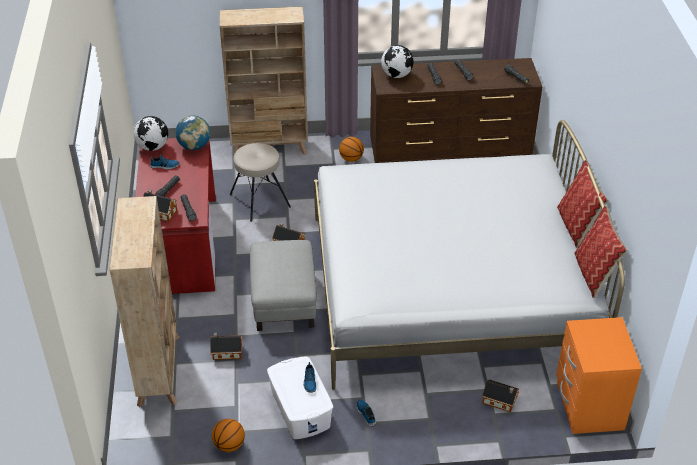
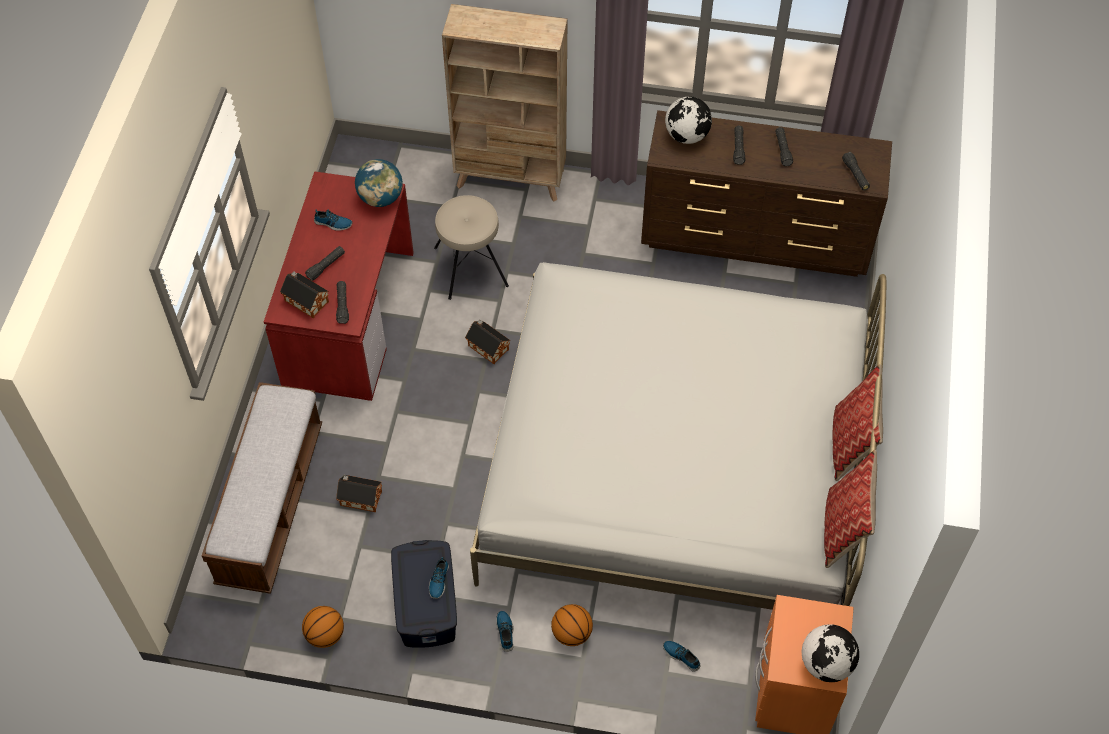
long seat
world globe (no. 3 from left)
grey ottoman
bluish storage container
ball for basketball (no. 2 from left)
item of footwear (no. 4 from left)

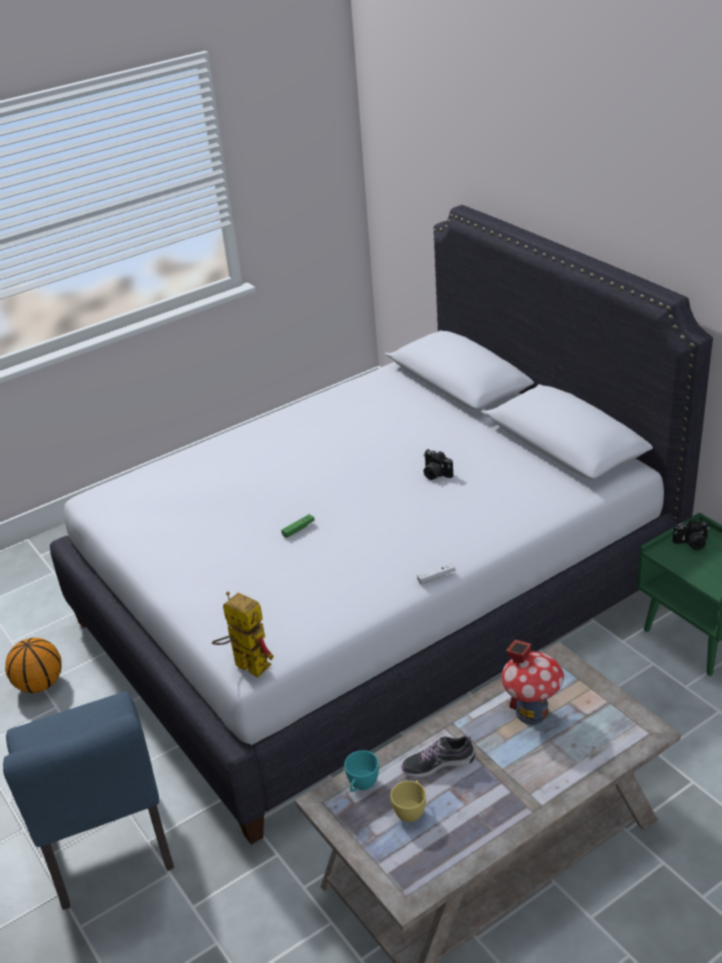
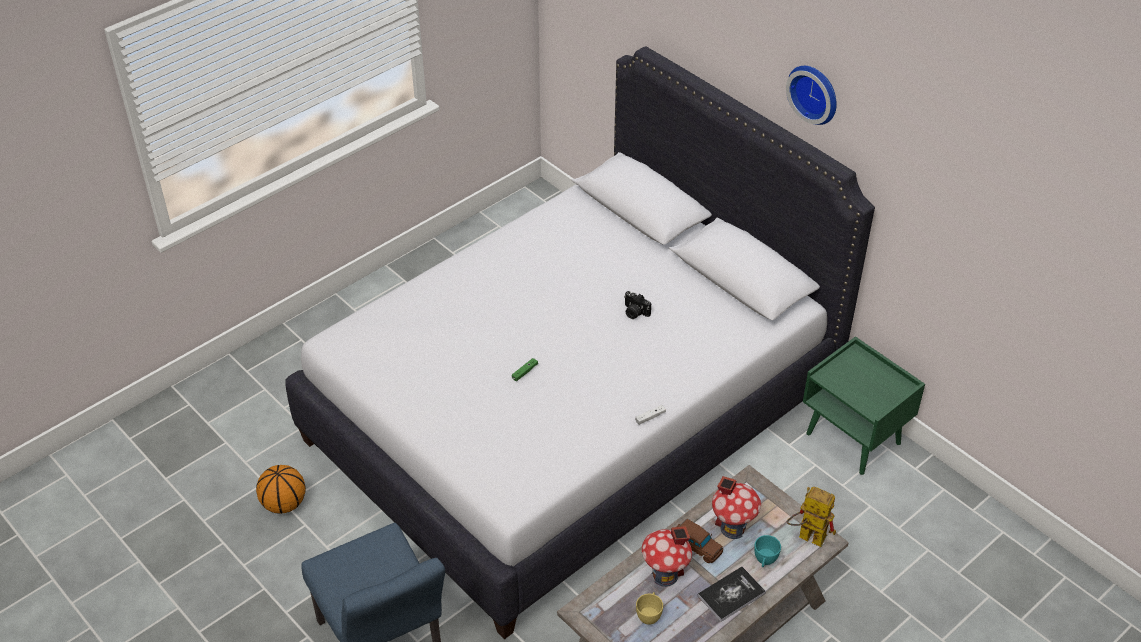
robot figure
blue-green drinking cup
miniature house (no. 1 from left)
photo camera (no. 2 from left in the first image)
brown-coloured toy car
volume
wall clock

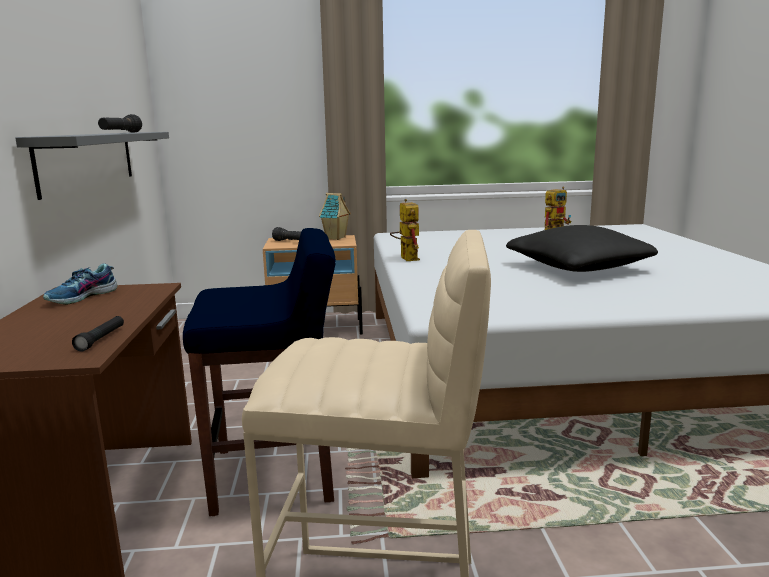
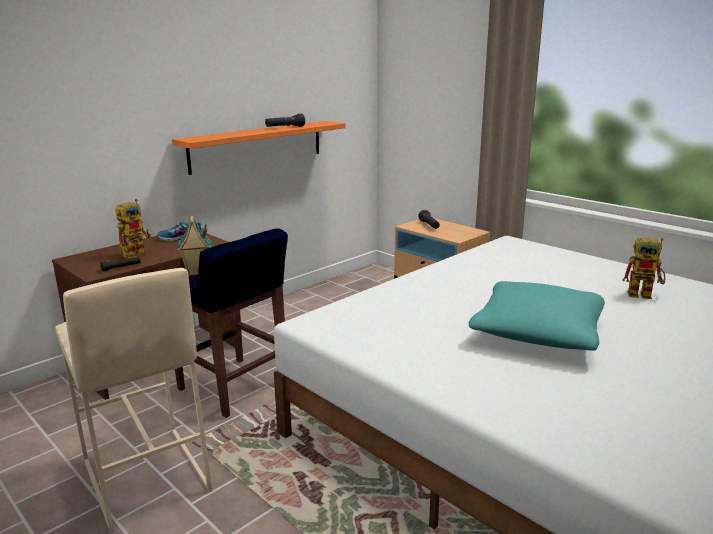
orange-coloured shelf
miniature house
robot figure (no. 1 from left)
blue-green cushion

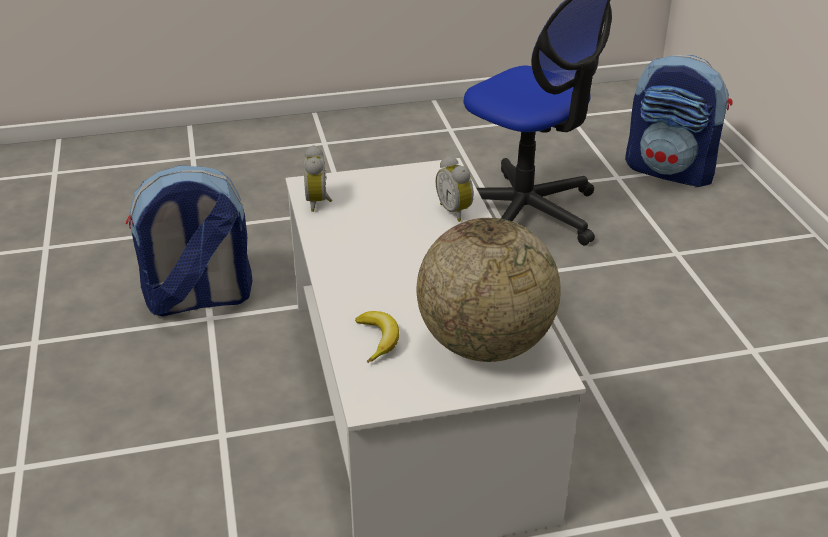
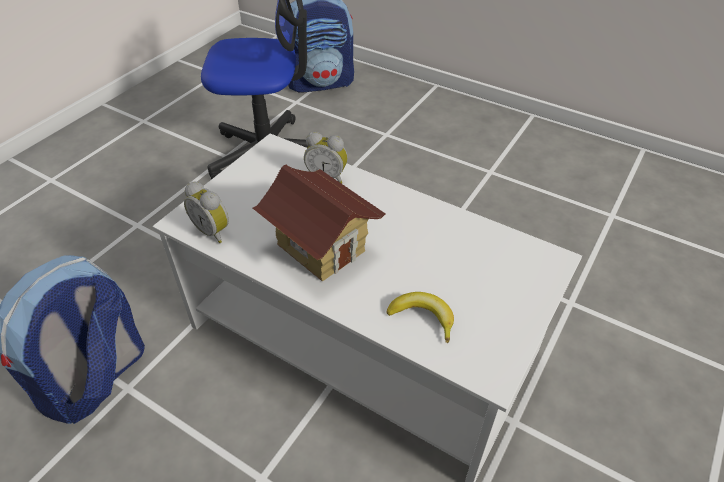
world globe
miniature house

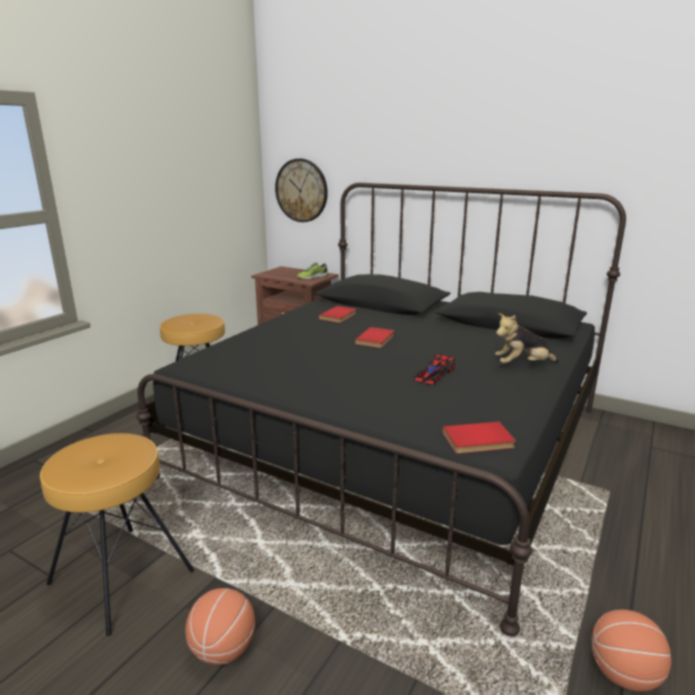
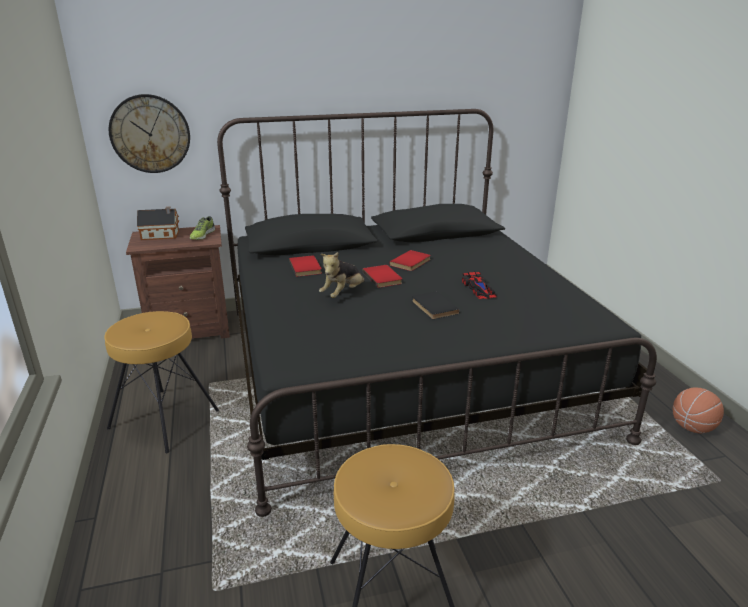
ball for basketball (no. 1 from left in the first image)
red-coloured volume (no. 3 from left)
cuddly toy
miniature house
black-coloured volume

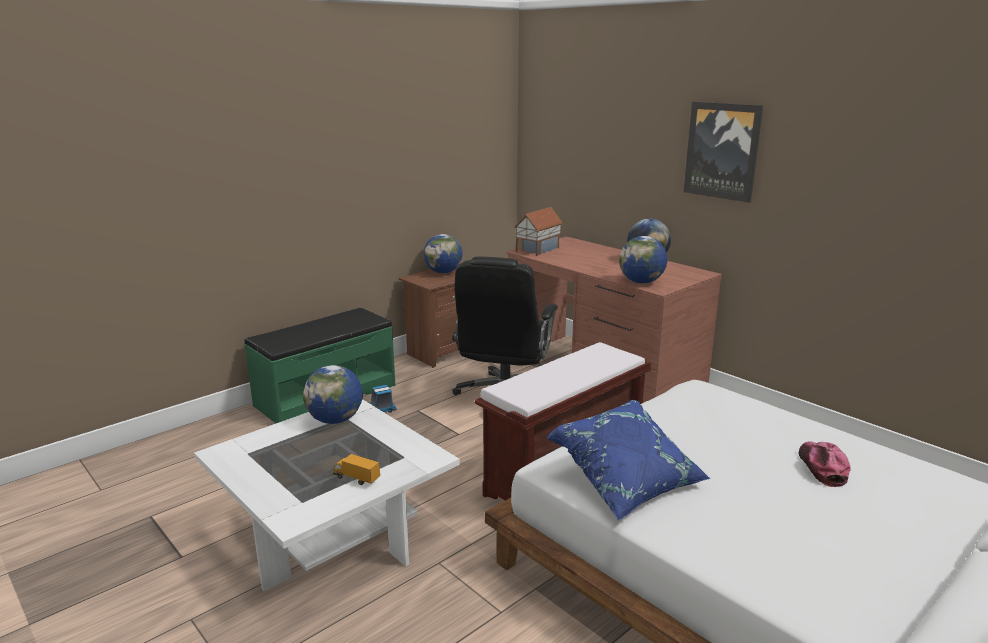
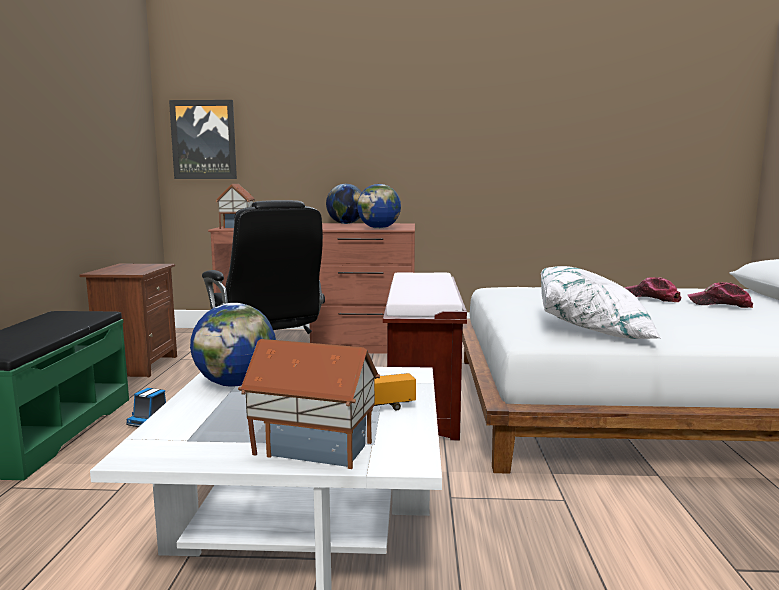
world globe (no. 2 from left in the first image)
white cushion
picture
miniature house (no. 2 from left)
peaked cap (no. 2 from left)

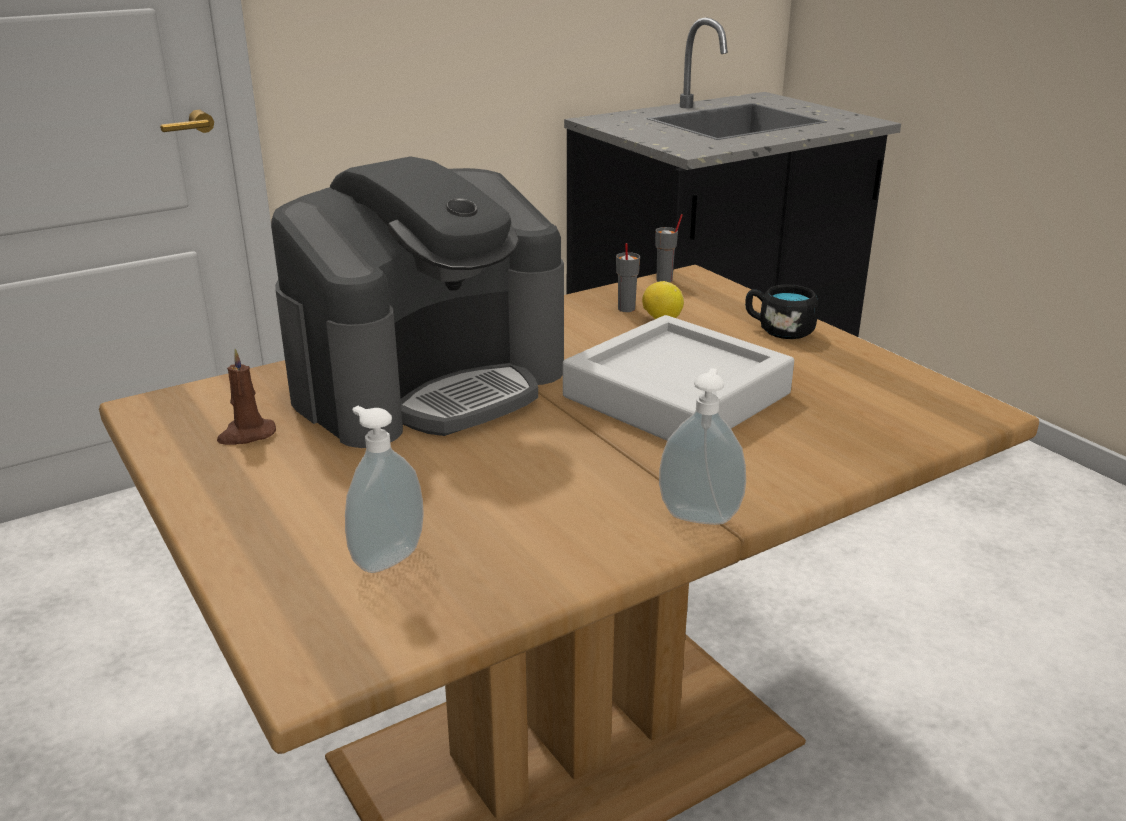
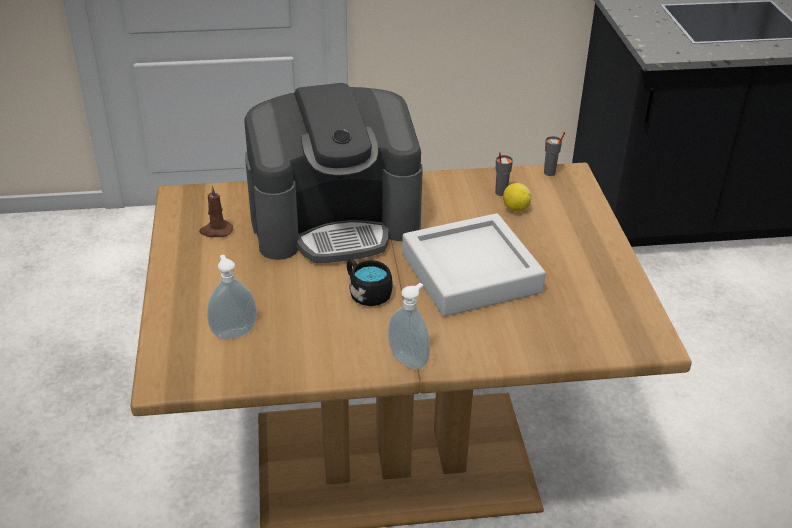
black-coloured coffee mug

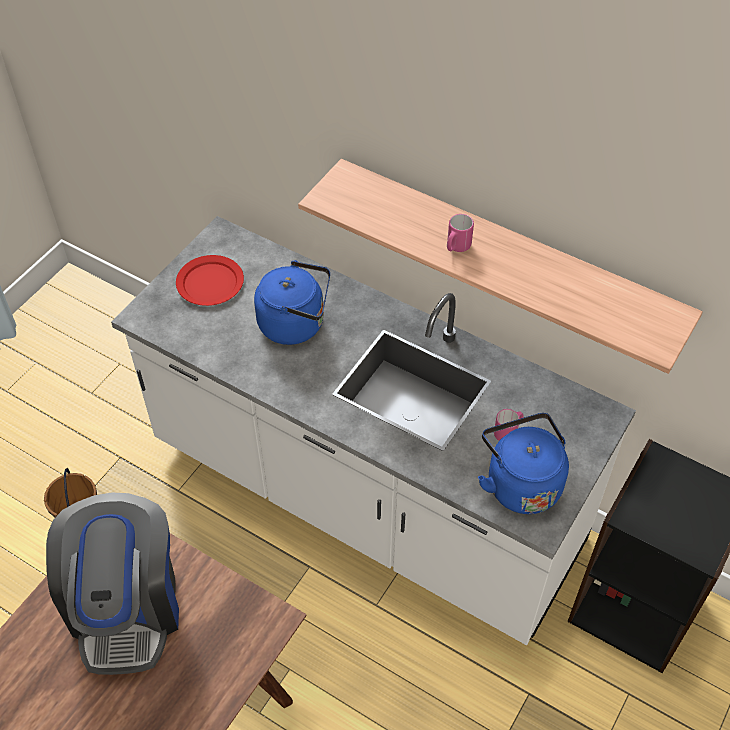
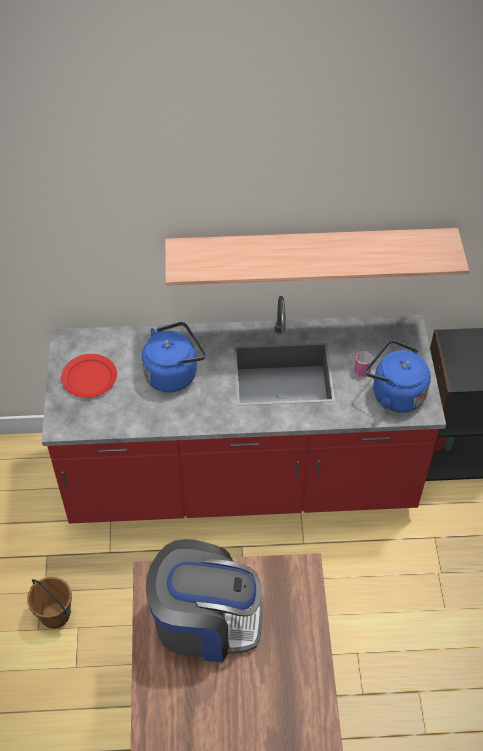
coffee machine
red-coloured kitchen counter
pink coffee mug (no. 1 from left in the first image)

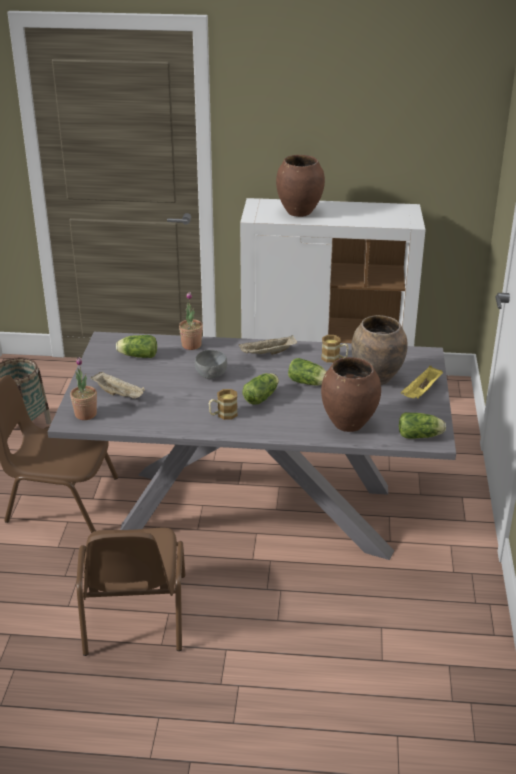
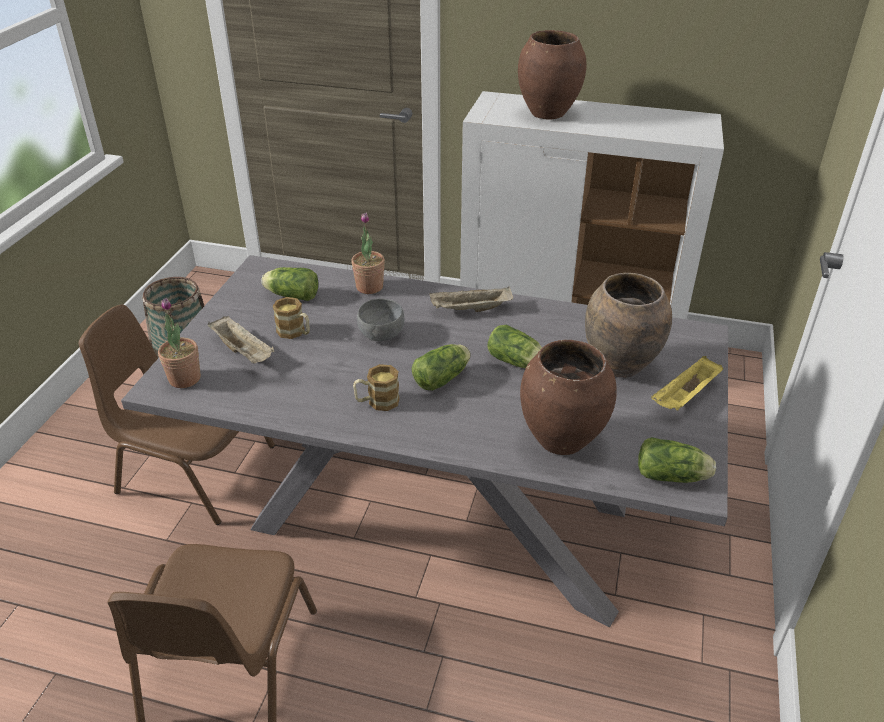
coffee mug (no. 1 from left)

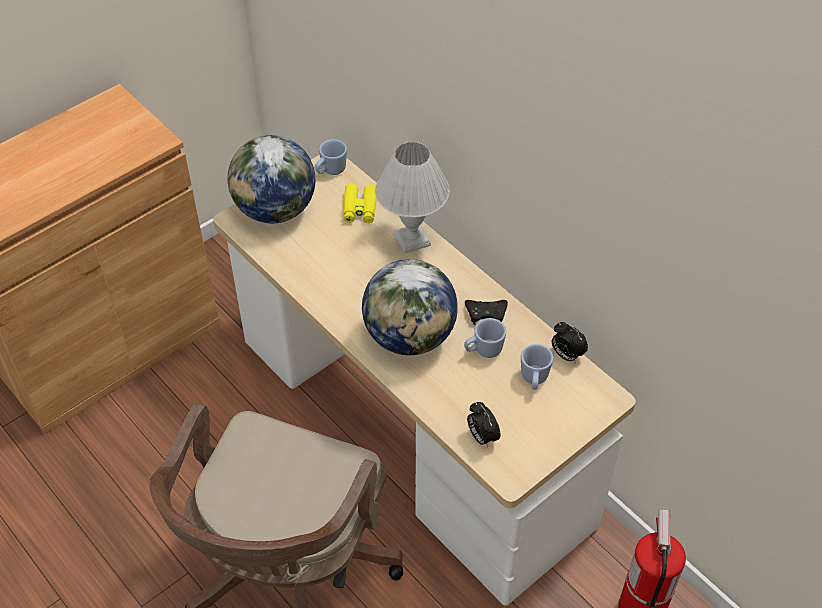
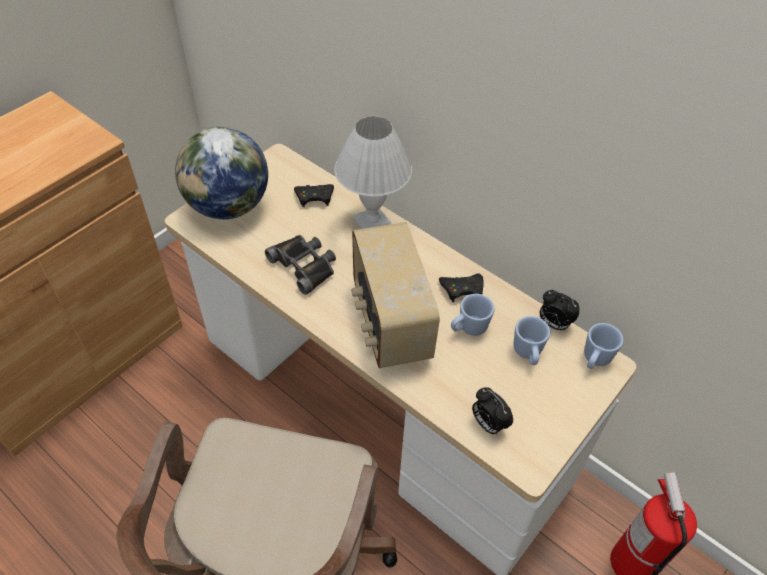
bluish coffee mug (no. 3 from left)
black-coloured gamepad (no. 1 from left)
radio receiver
black-coloured pair of binoculars

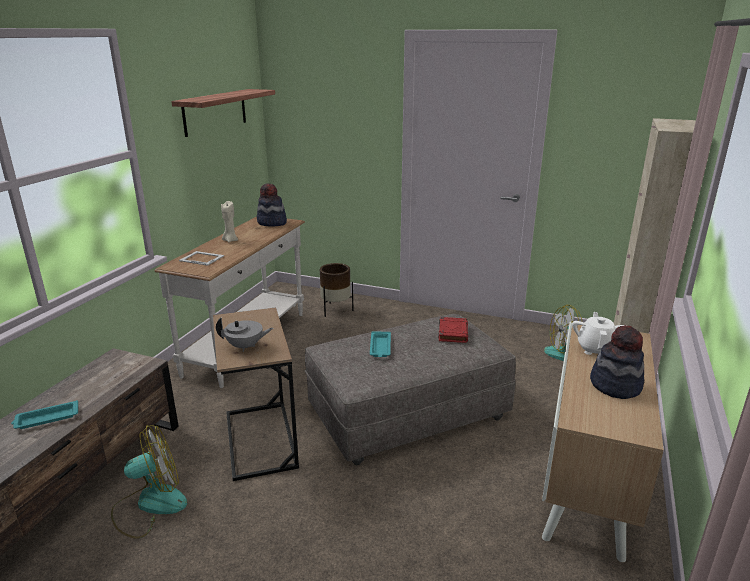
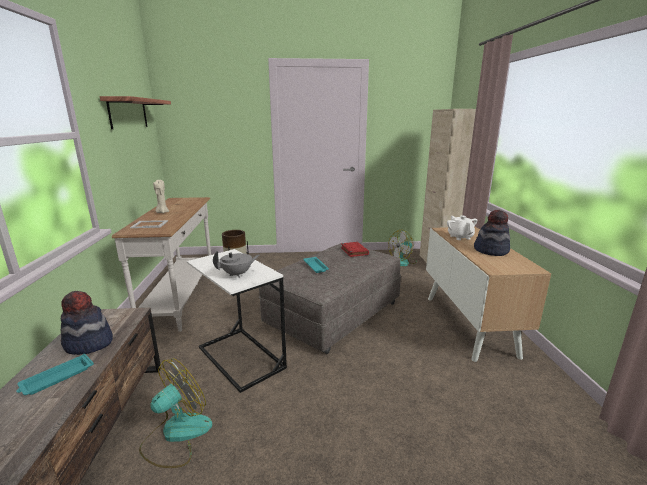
white end table
clothing hat (no. 1 from left)

